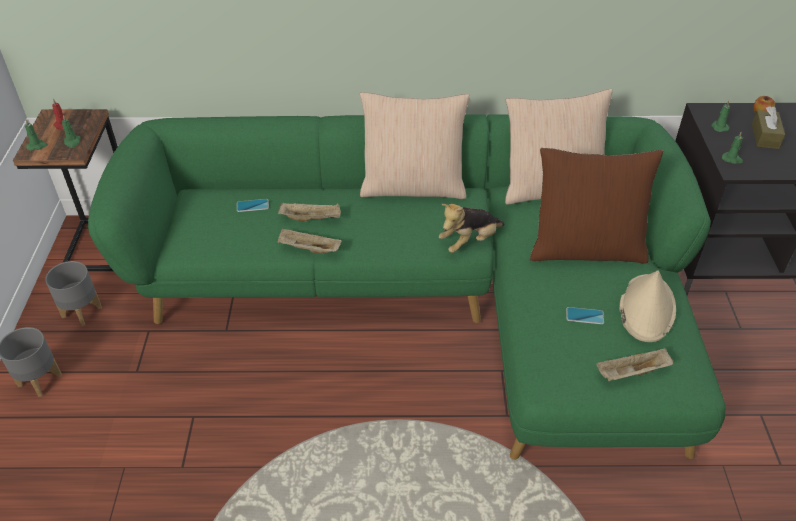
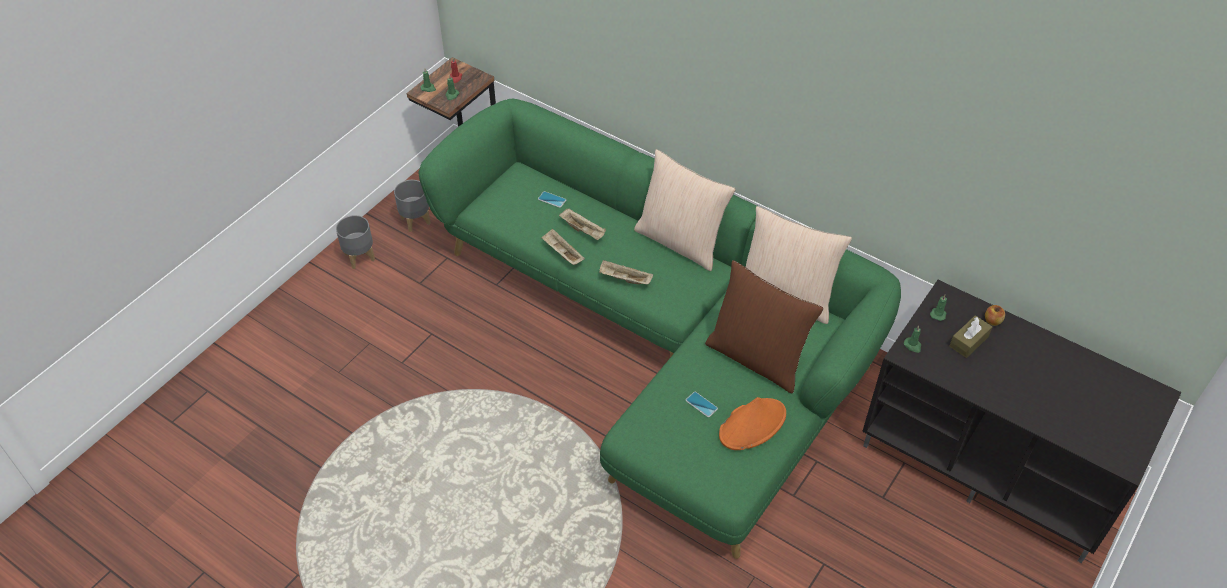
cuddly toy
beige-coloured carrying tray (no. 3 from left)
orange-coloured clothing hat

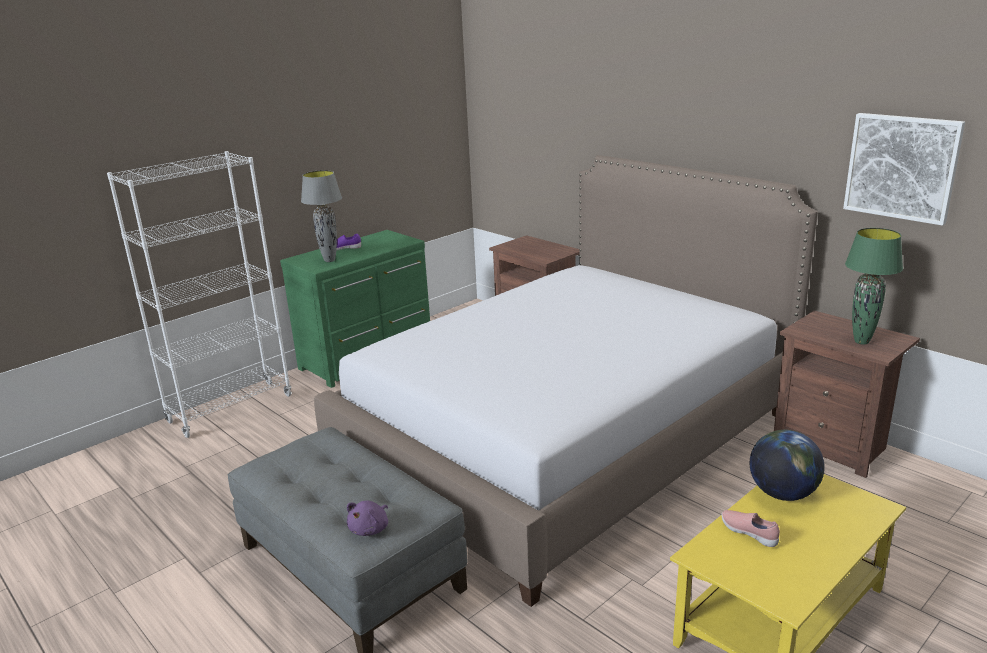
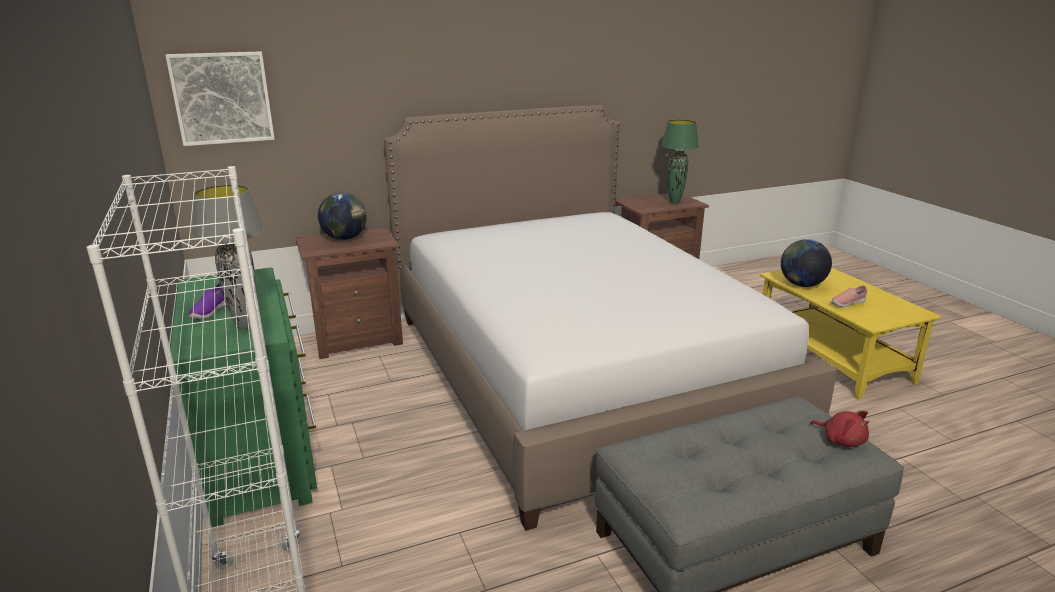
red-coloured cuddly toy
picture
world globe (no. 1 from left)

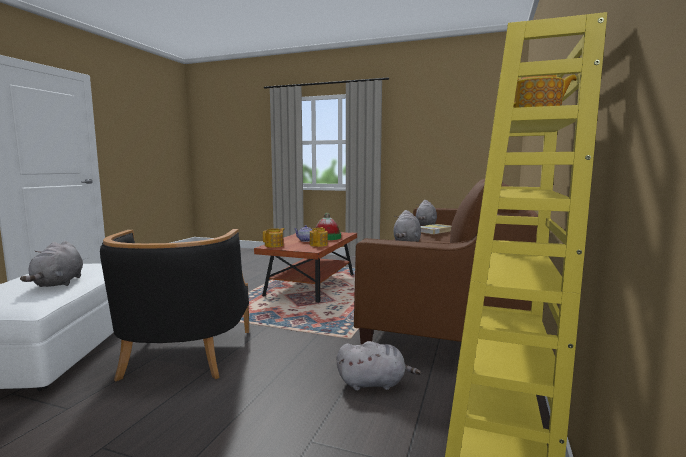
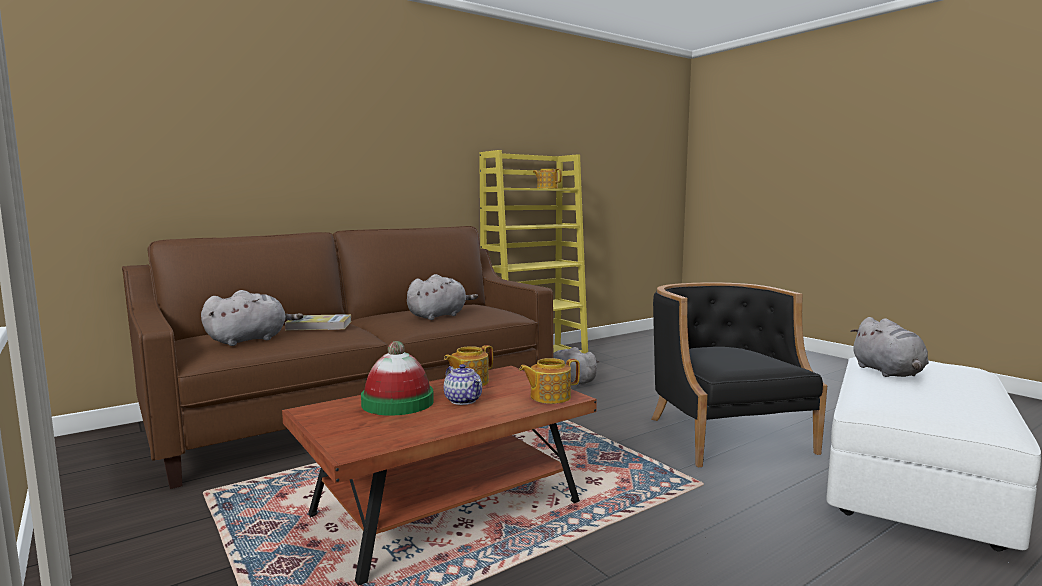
grey cuddly toy (no. 4 from left)
black-coloured armchair

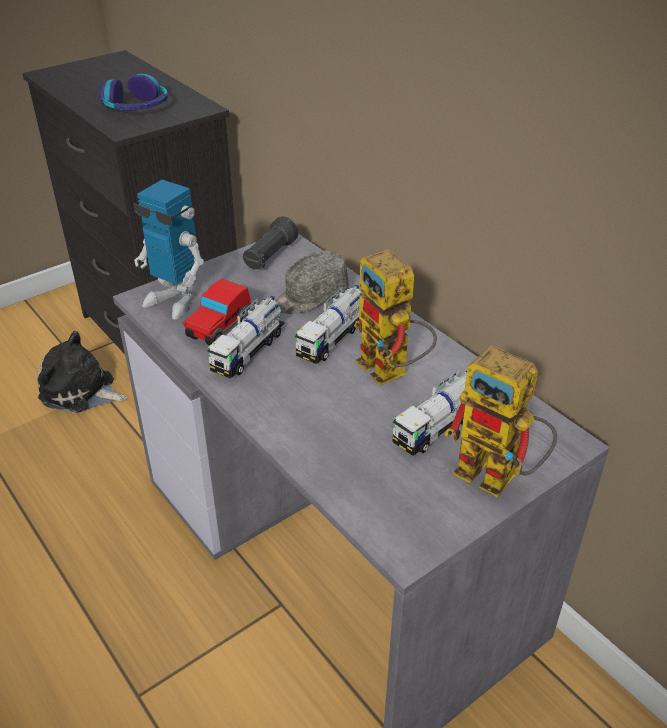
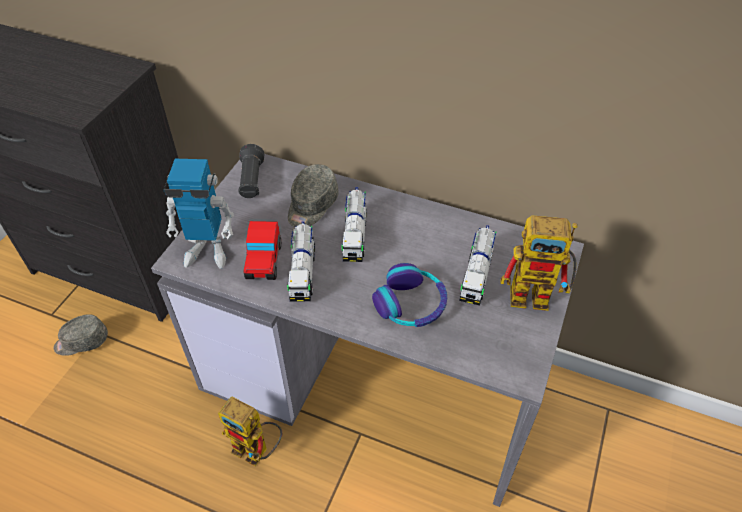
grey peaked cap (no. 1 from left)
pair of headphones
robot figure (no. 2 from left)

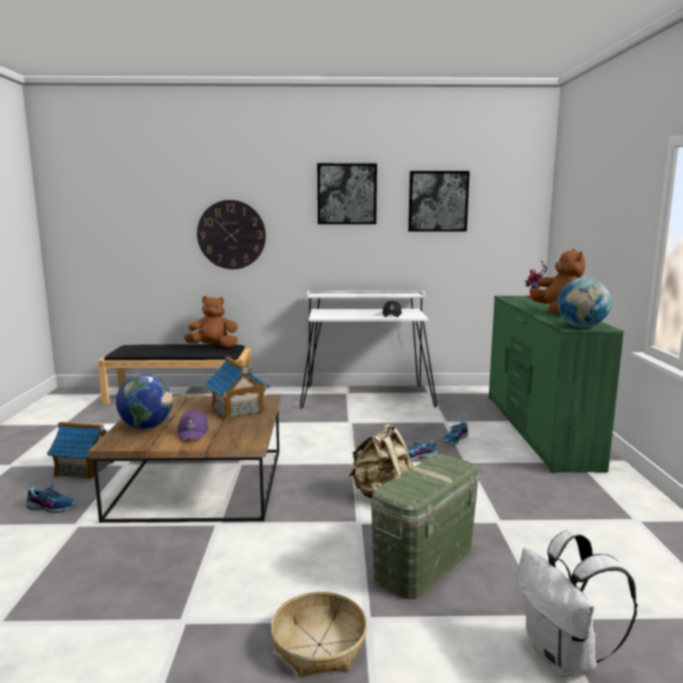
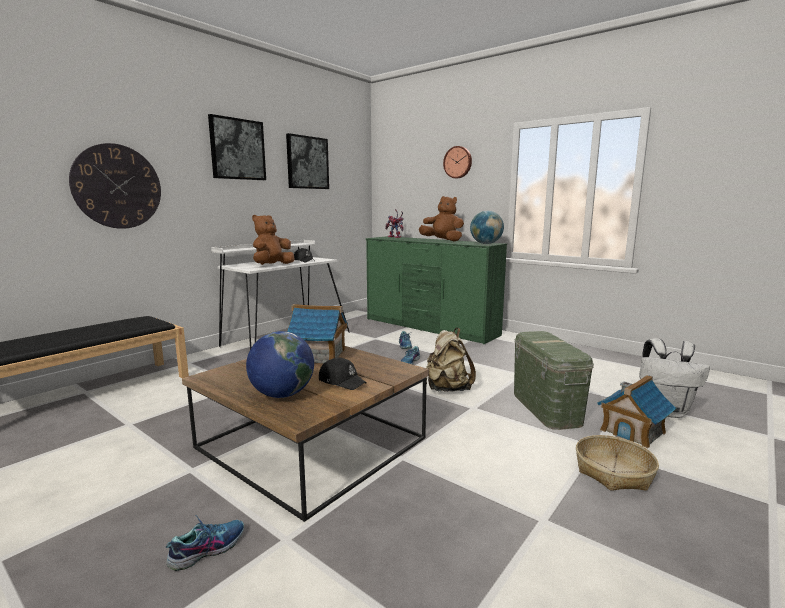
miniature house (no. 2 from left)
black-coloured peaked cap (no. 2 from left)
brown-coloured cuddly toy (no. 1 from left)
wall clock (no. 2 from left)

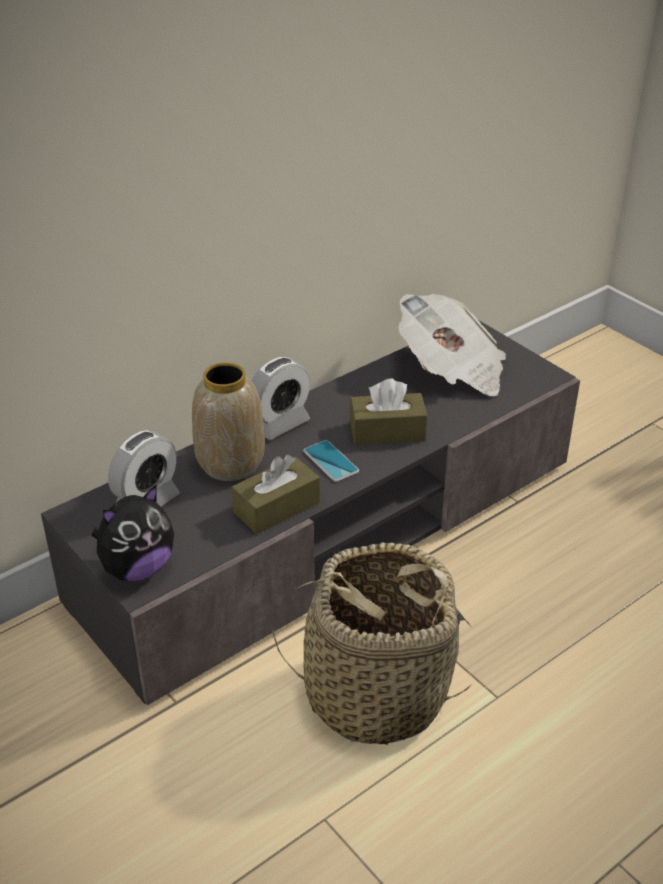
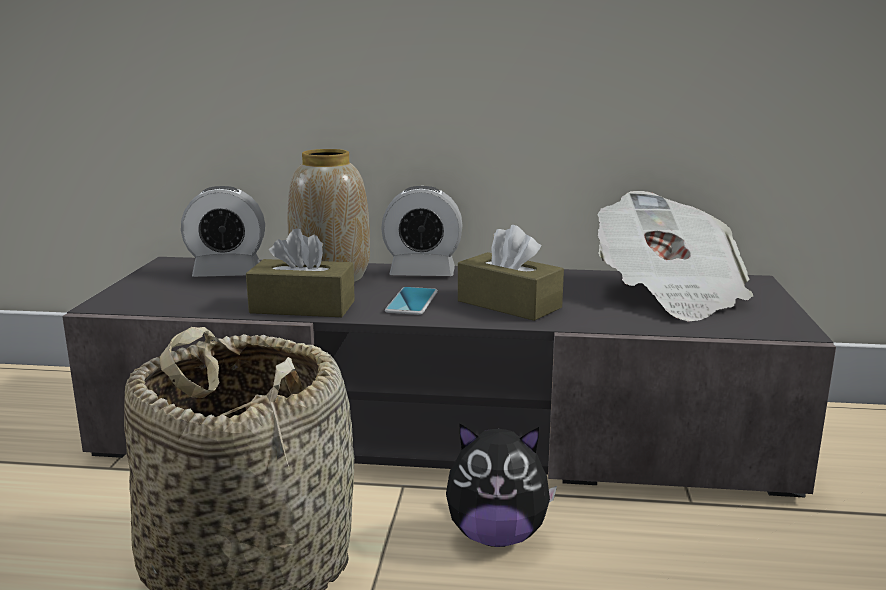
cuddly toy

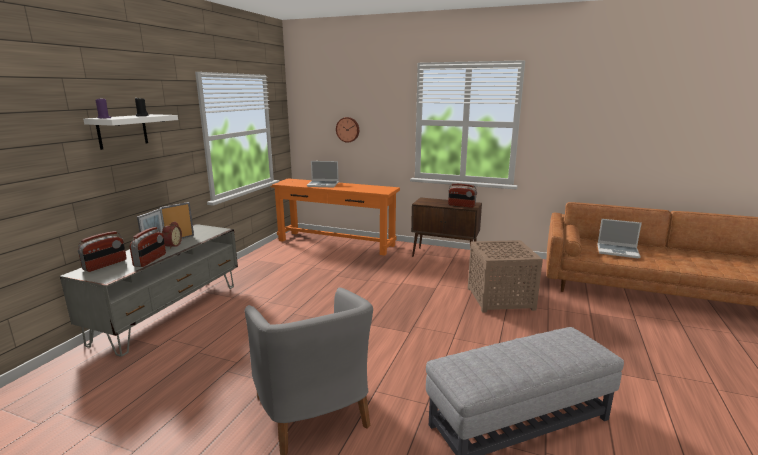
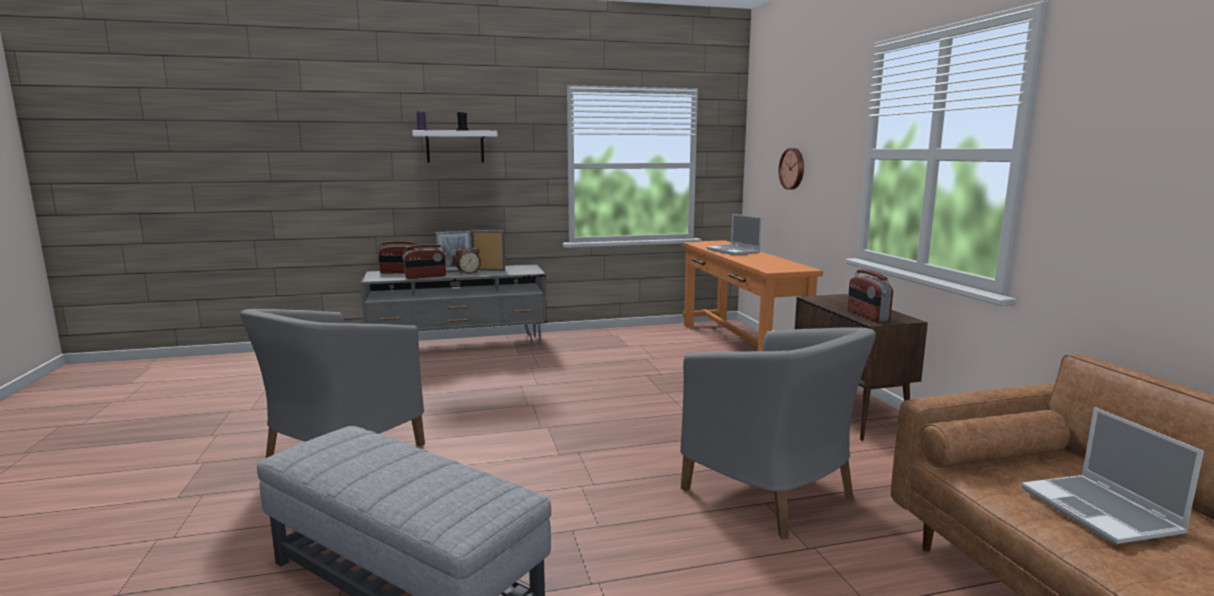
grey armchair (no. 2 from left)

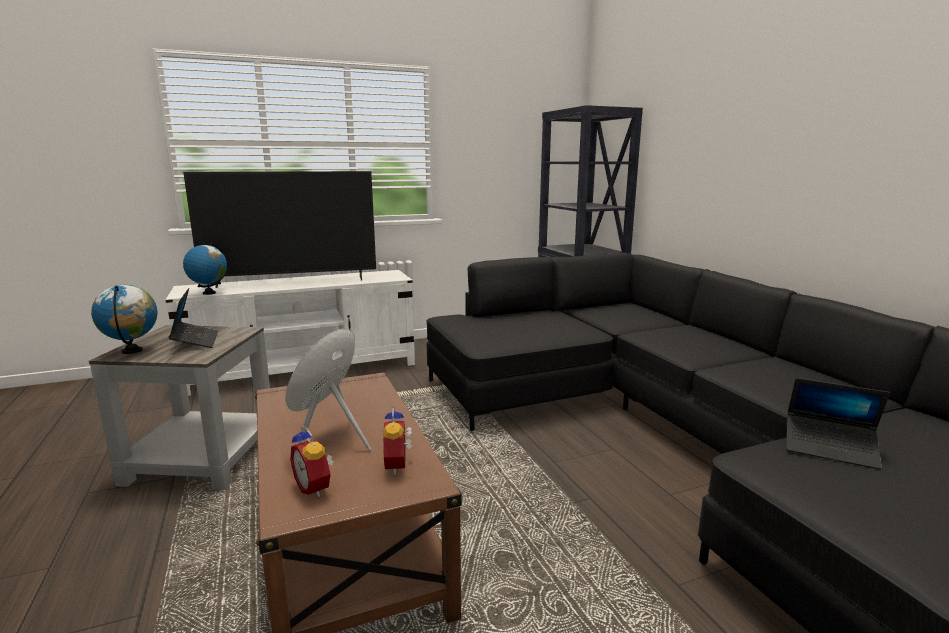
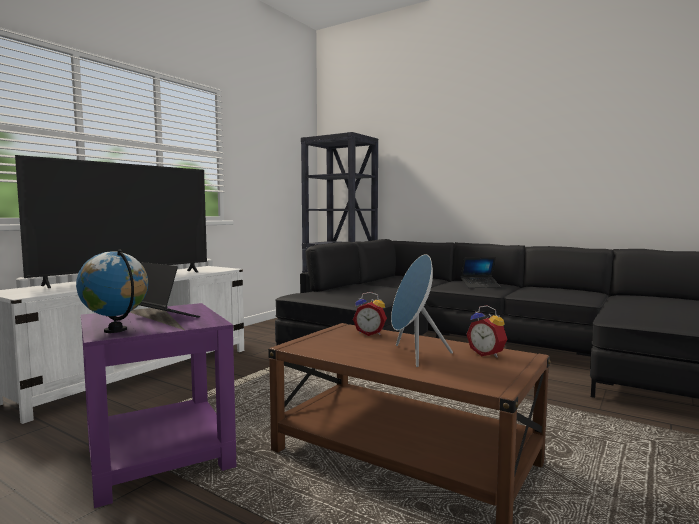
purple end table
world globe (no. 2 from left in the first image)
alarm clock (no. 1 from left)
portable computer (no. 2 from left)

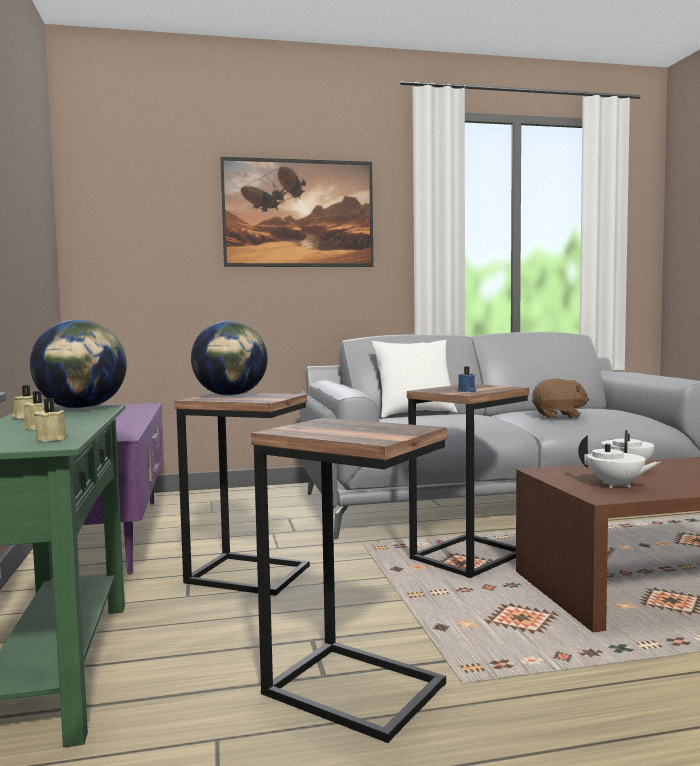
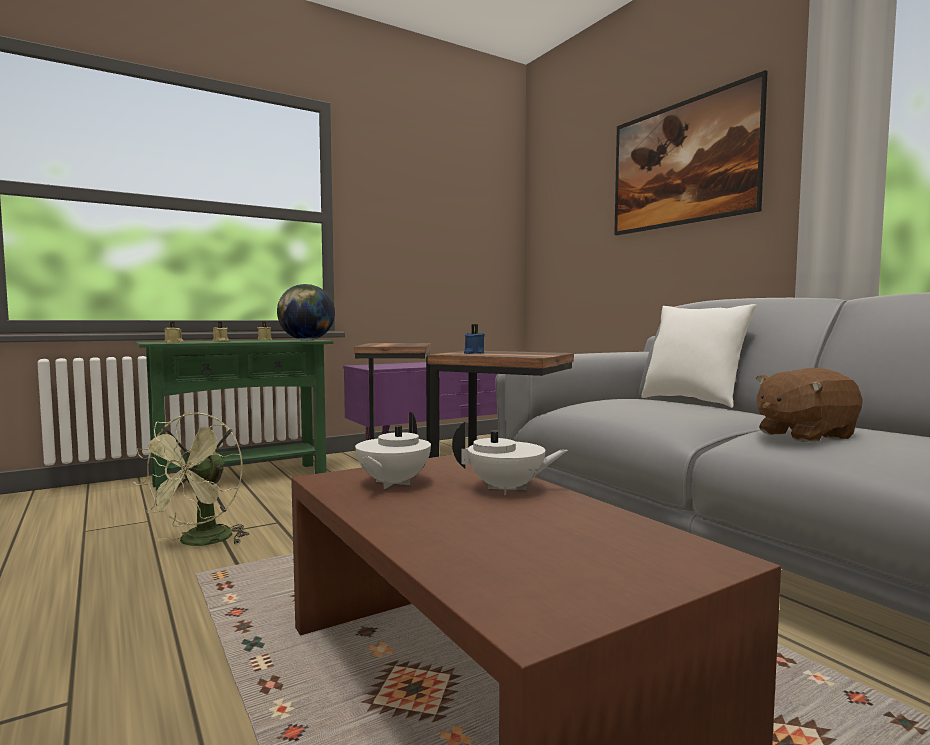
world globe (no. 2 from left in the first image)
green-coloured electric fan
brown-coloured cuddly toy

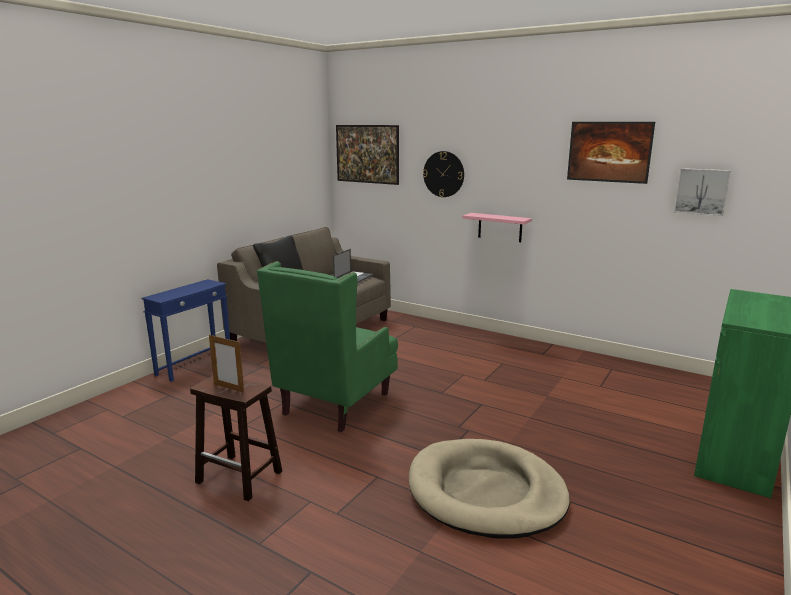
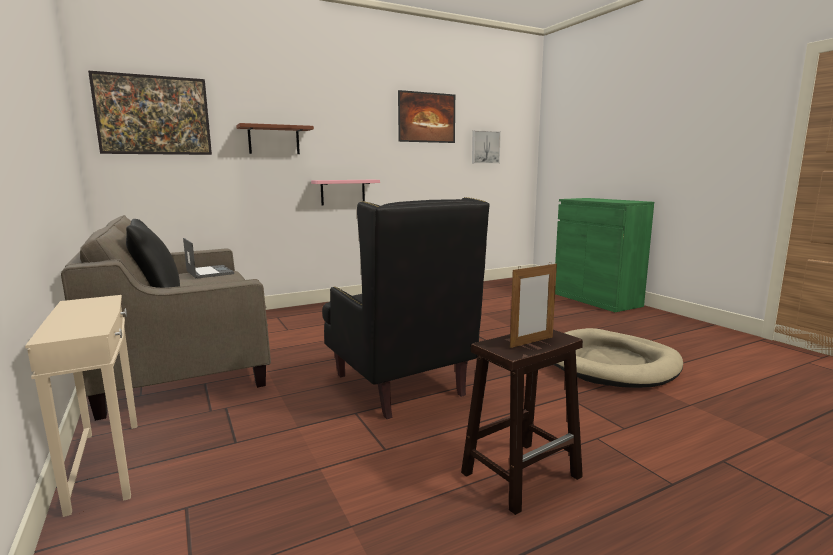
beige-coloured end table
black-coloured armchair
brown-coloured shelf

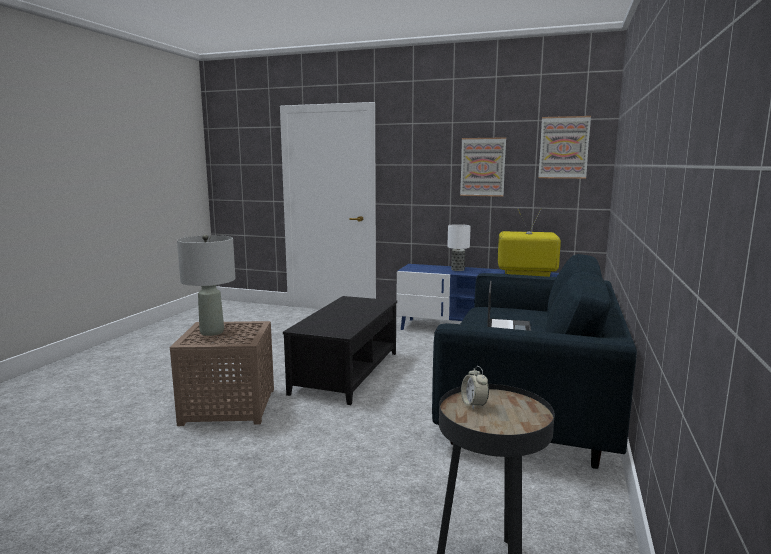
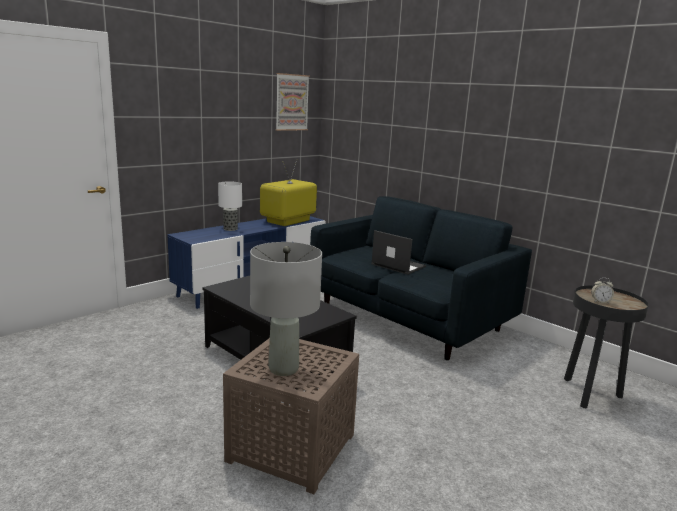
picture (no. 1 from left in the first image)

